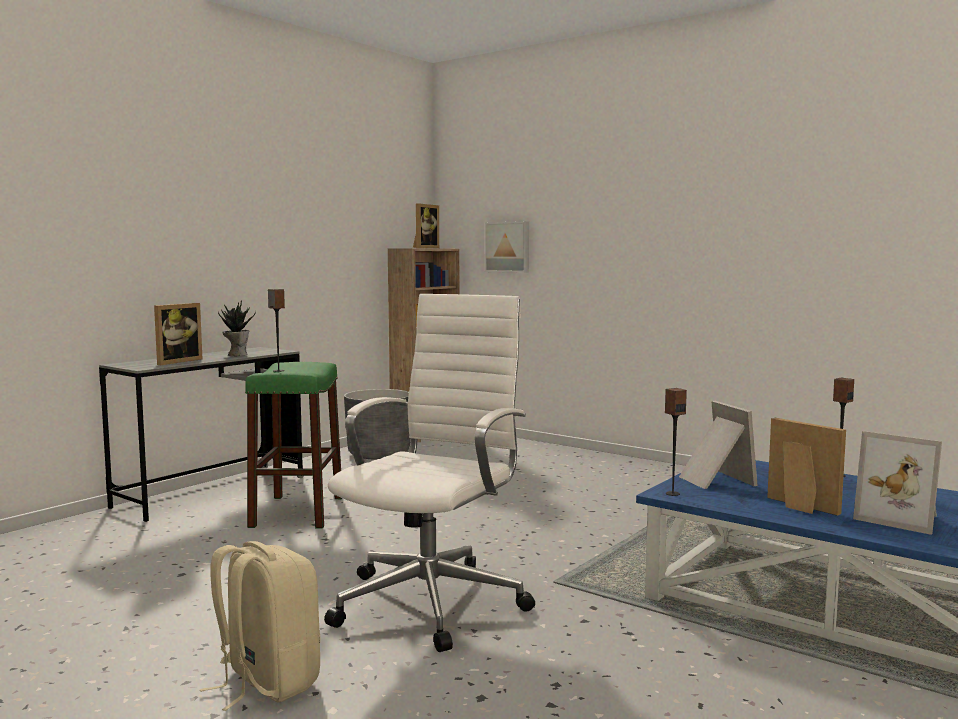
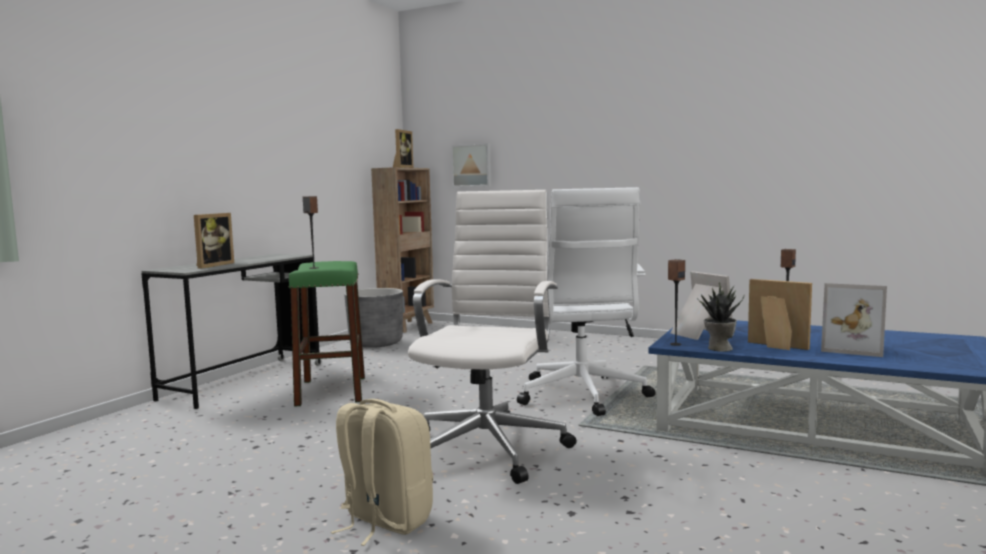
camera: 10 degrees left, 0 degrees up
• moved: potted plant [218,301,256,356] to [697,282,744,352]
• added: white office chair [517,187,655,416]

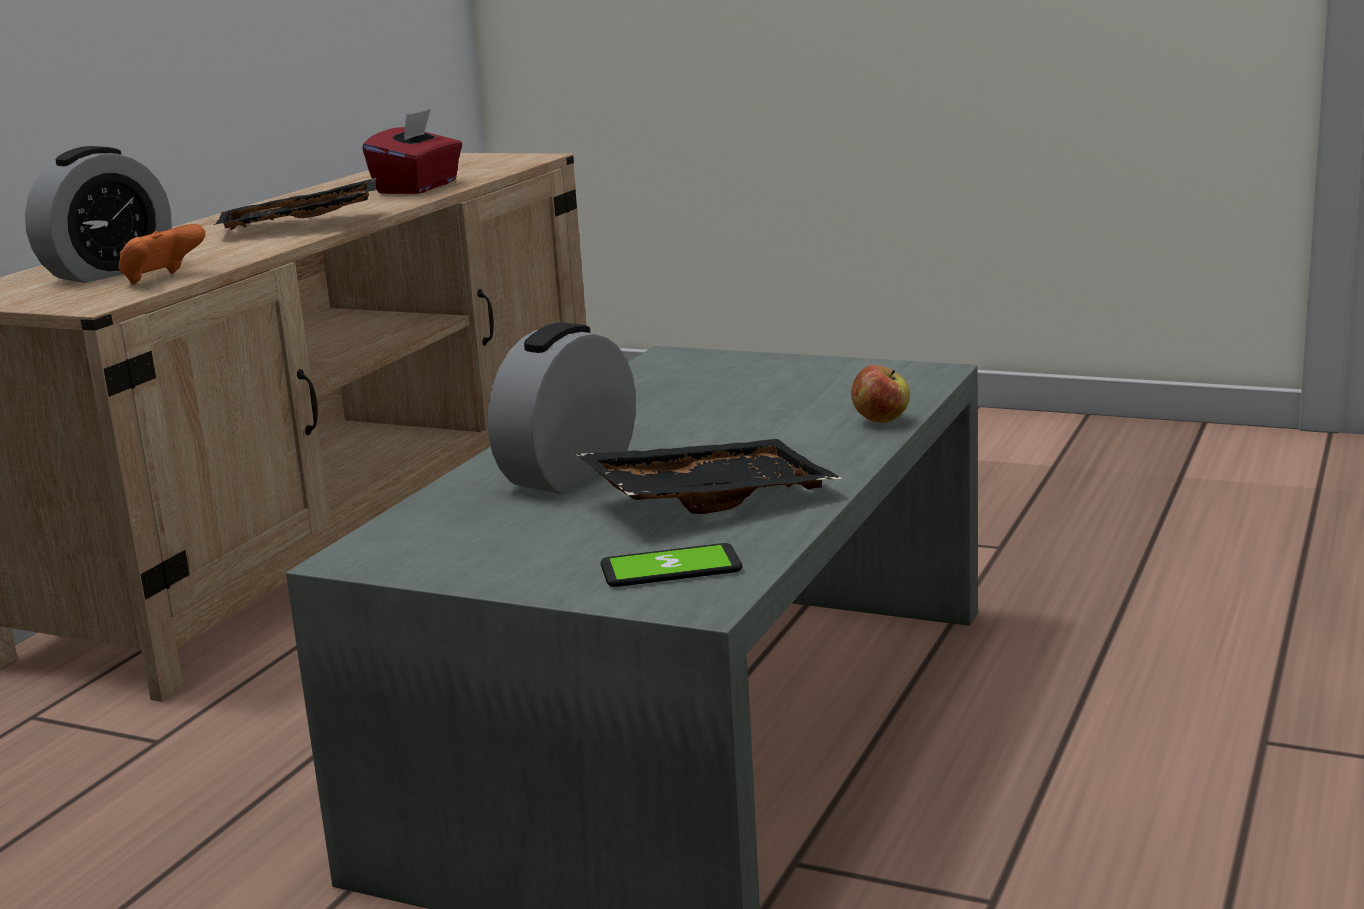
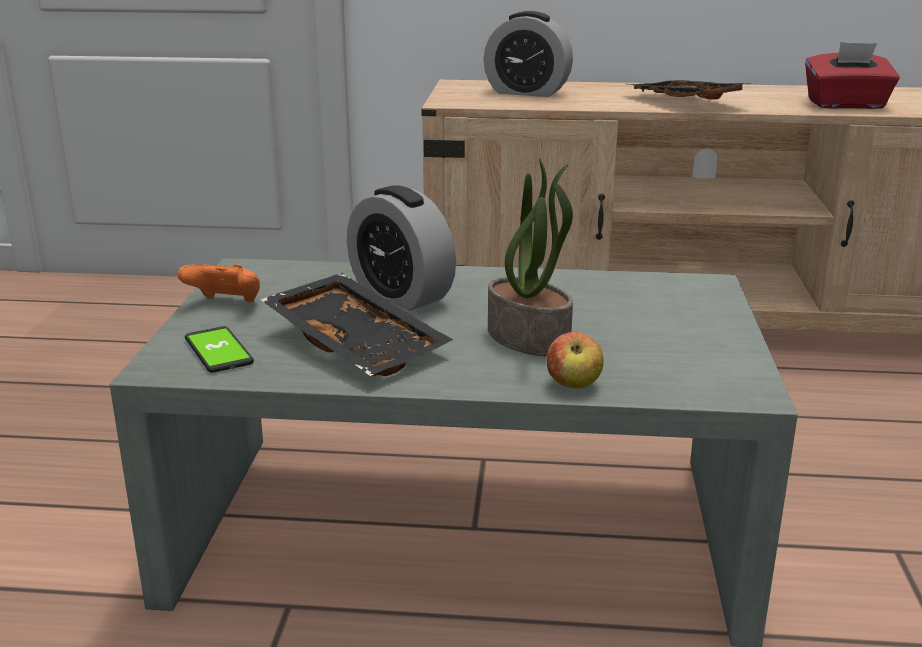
camera: 70 degrees right, 5 degrees up
• moved: orange game controller [119,224,206,284] to [177,264,260,303]
• turned: alarm clock [488,322,636,494] = [347,185,456,311] 150 degrees counterclockwise
• added: potted plant [488,158,573,356]

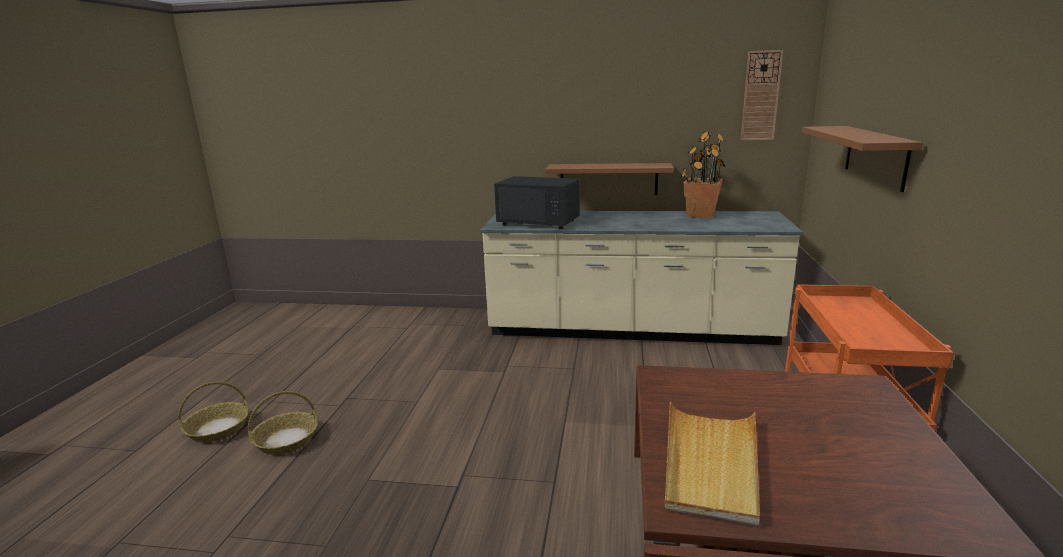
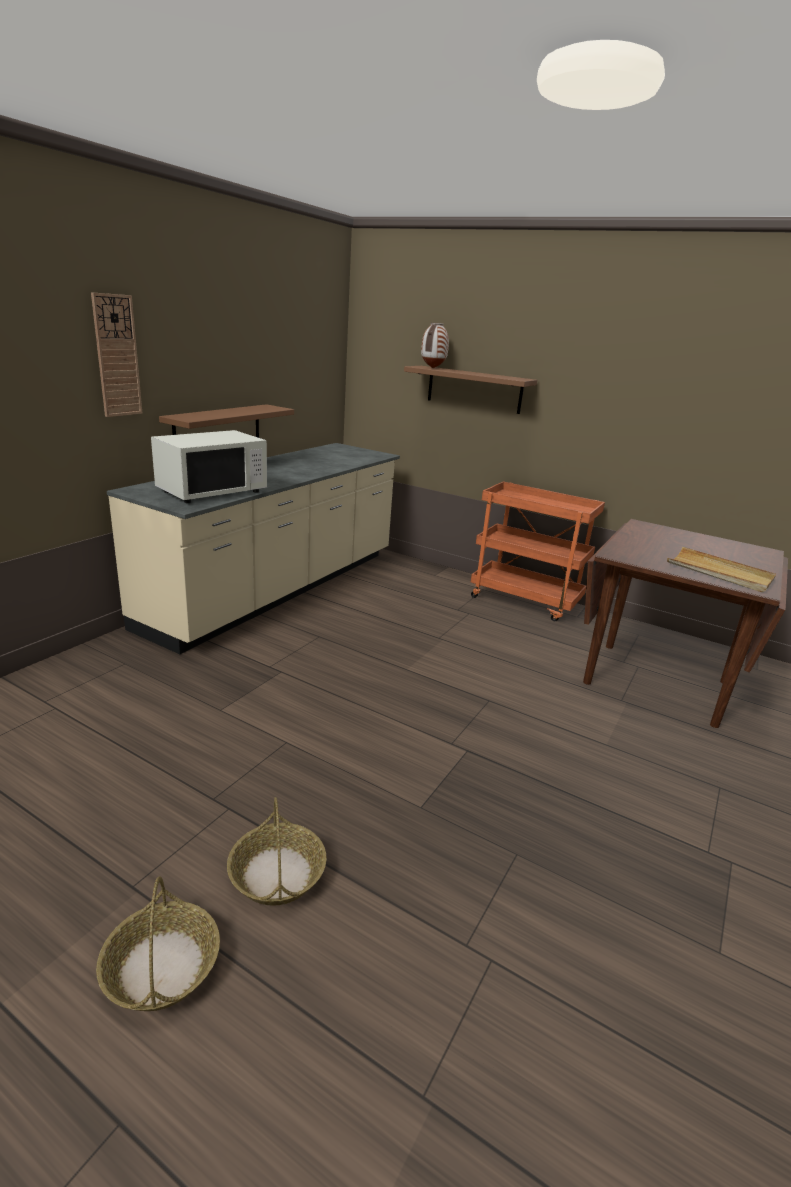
camera: 70 degrees left, 5 degrees up
• recoloured: black microwave [494,176,580,229] to white microwave [151,430,267,503]
• removed: potted plant [681,131,725,219]
• moved: wall clock [741,50,783,140] to [91,292,142,417]
• added: vase [421,323,449,368]

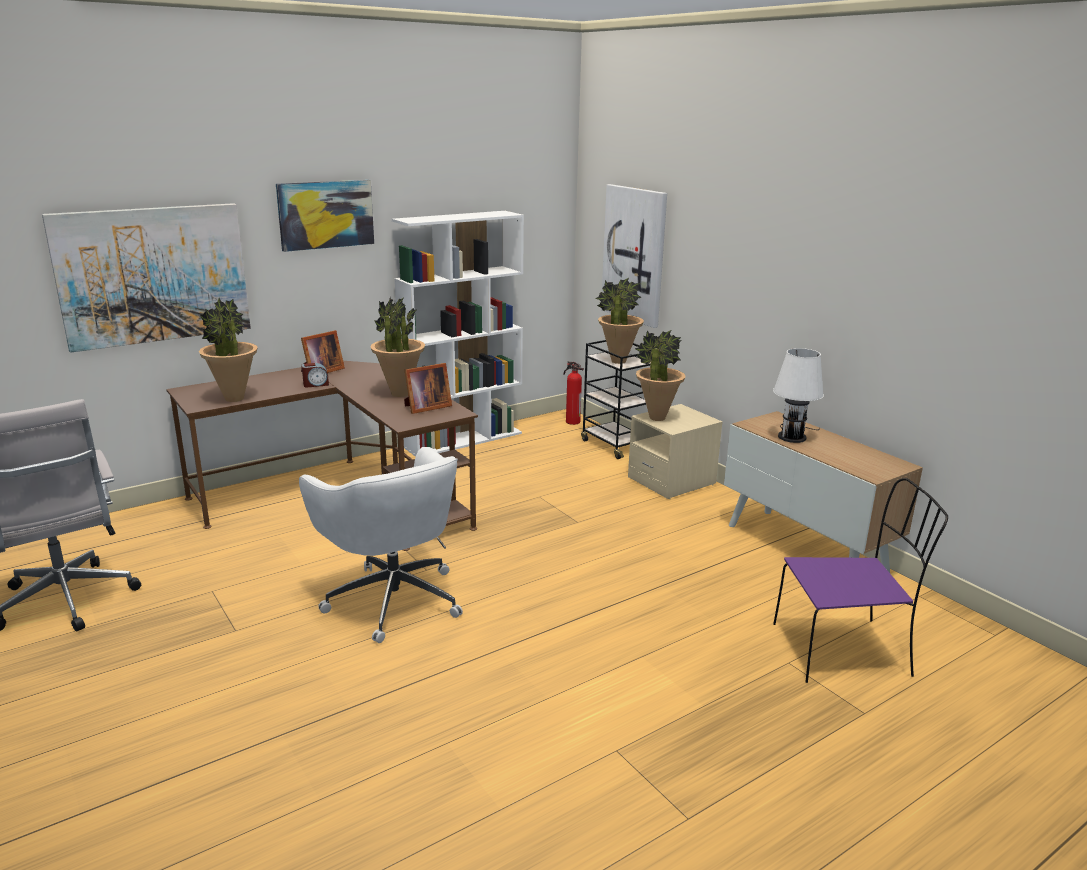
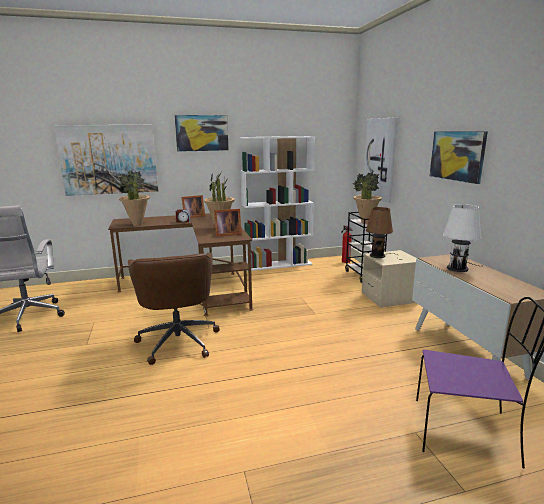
camera: 20 degrees right, 5 degrees down
• recoloured: white office chair [299,447,463,643] to brown office chair [128,252,220,365]
• replaced: potted plant [635,330,686,421] to brown table lamp [366,207,399,260]
• added: picture [430,131,488,184]

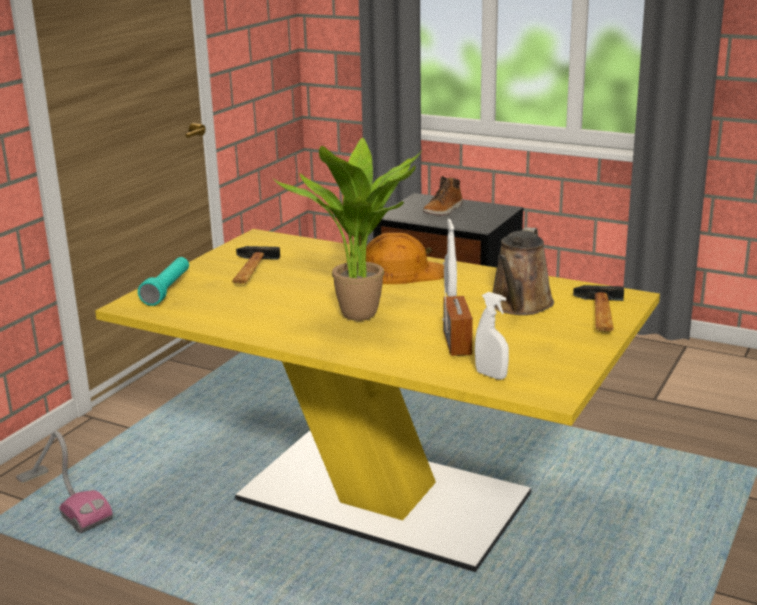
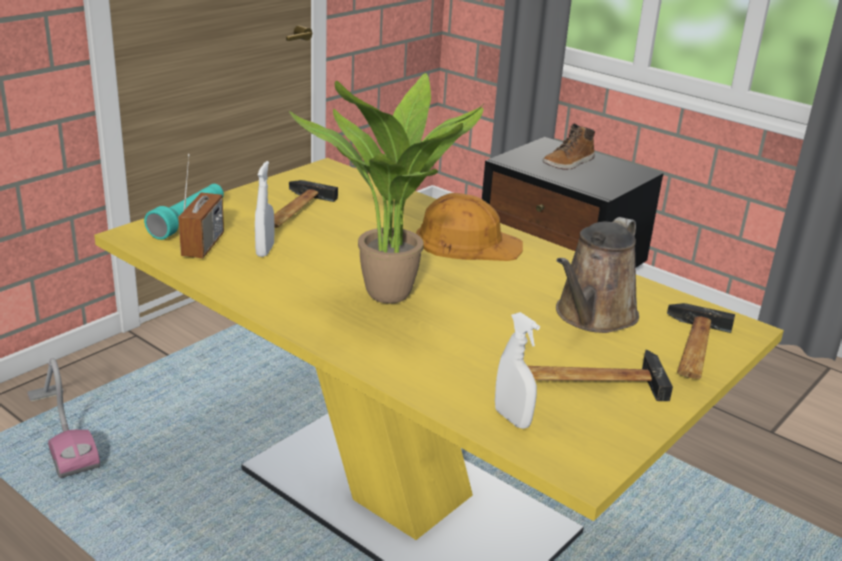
camera: 10 degrees right, 5 degrees up
• moved: radio [443,262,473,356] to [178,154,224,258]
• moved: white spray bottle [444,219,457,297] to [255,161,274,257]
• added: hammer [528,350,673,401]

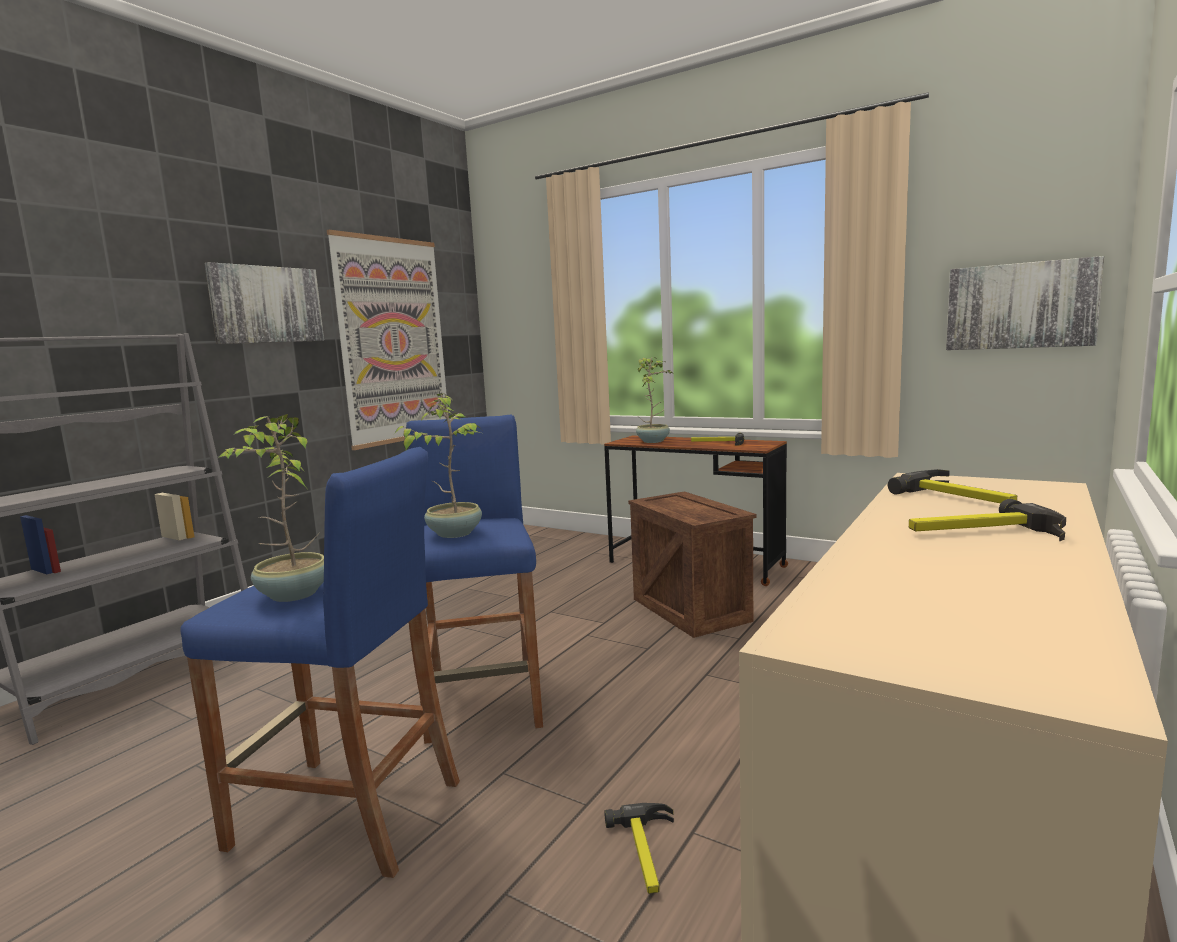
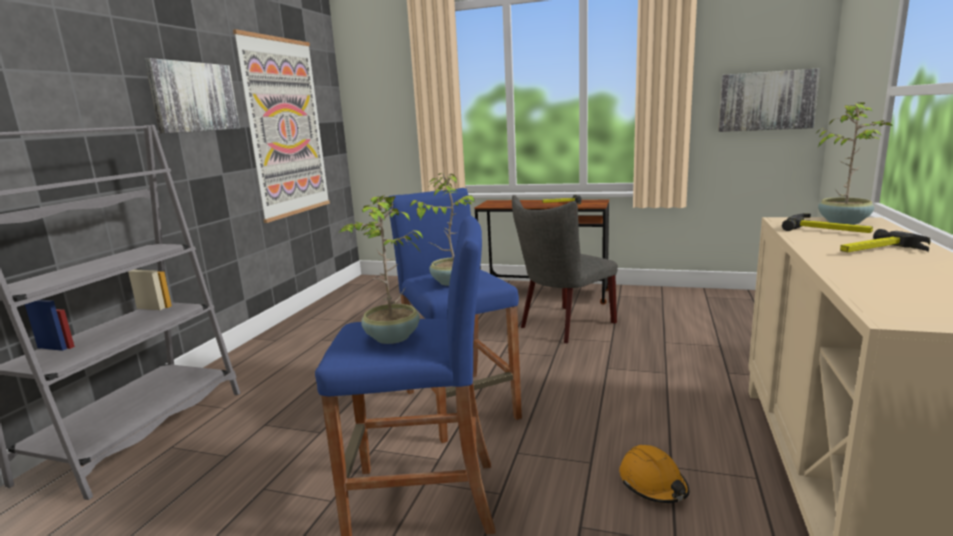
camera: 15 degrees left, 5 degrees up
• replaced: hammer [604,803,674,894] to orange hard hat [619,445,690,503]
• replaced: crate [628,491,756,638] to grey chair [512,195,618,343]
• moved: potted plant [636,357,674,443] to [816,102,892,225]

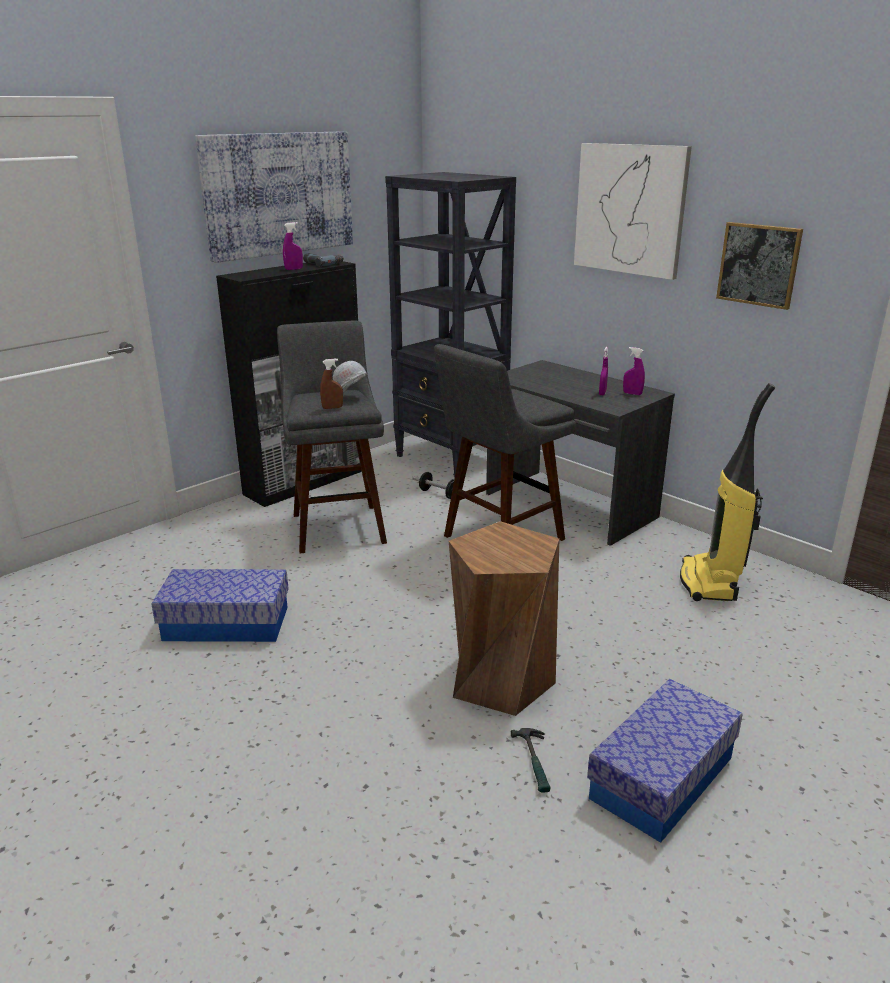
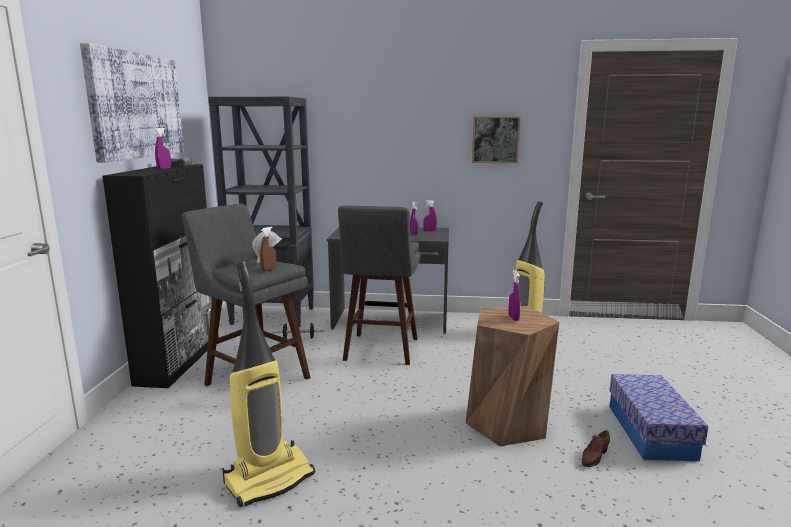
camera: 40 degrees left, 10 degrees down
• replaced: storage box [151,569,289,642] to vacuum cleaner [222,261,315,507]
• replaced: hammer [511,728,550,792] to brown shoe [582,430,610,467]
• removed: picture [574,143,692,280]
• added: purple spray bottle [508,270,521,321]

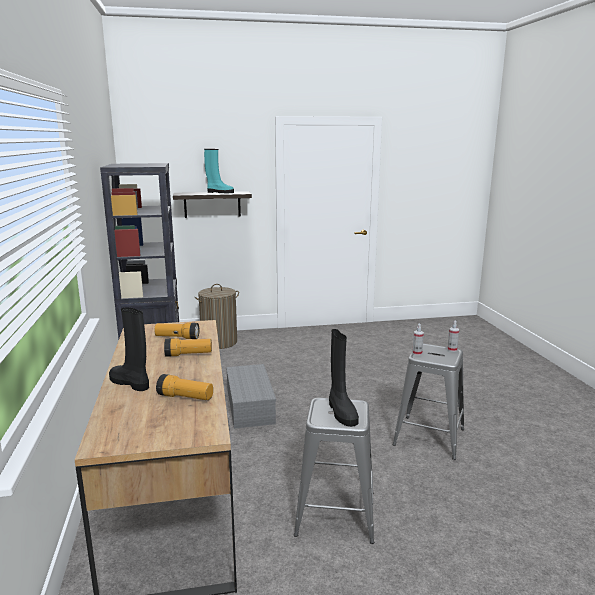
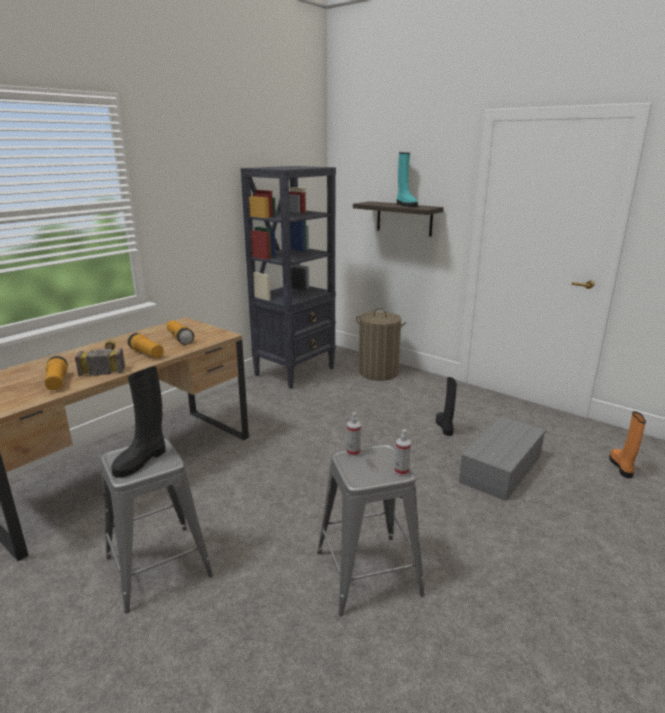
camera: 50 degrees right, 5 degrees up
• moved: black boot [109,307,149,391] to [436,377,457,436]
• moved: grey storage box [226,364,276,429] to [459,416,546,501]
• added: hammer [75,340,125,377]
• added: orange boot [609,411,646,478]

